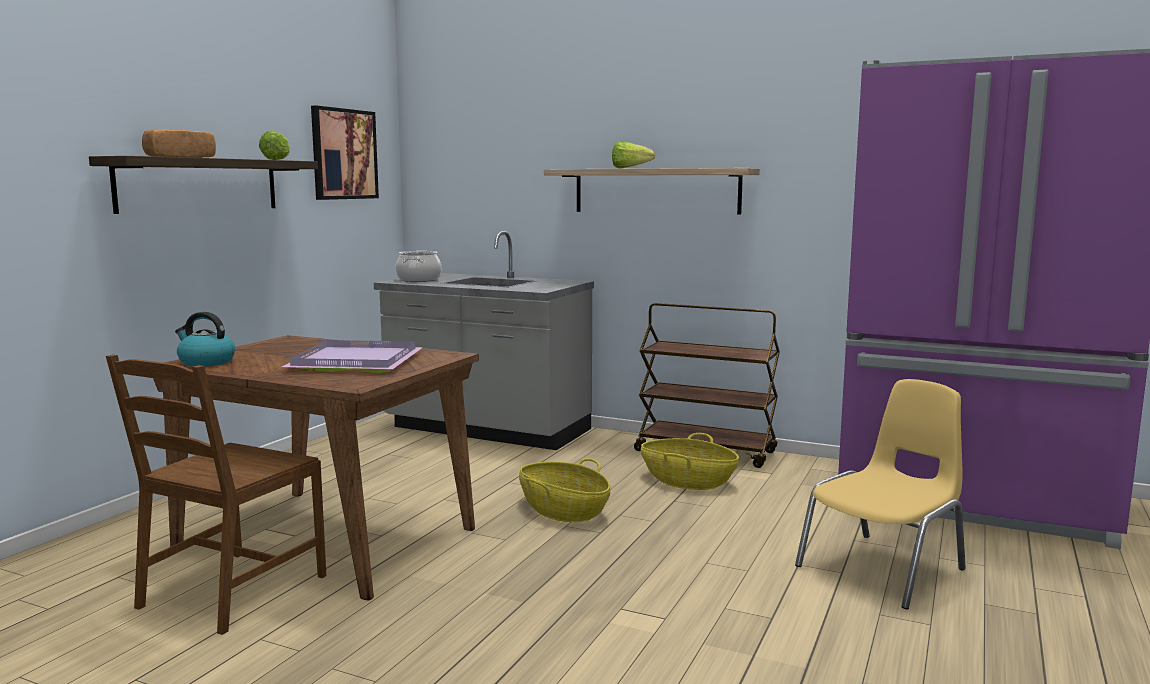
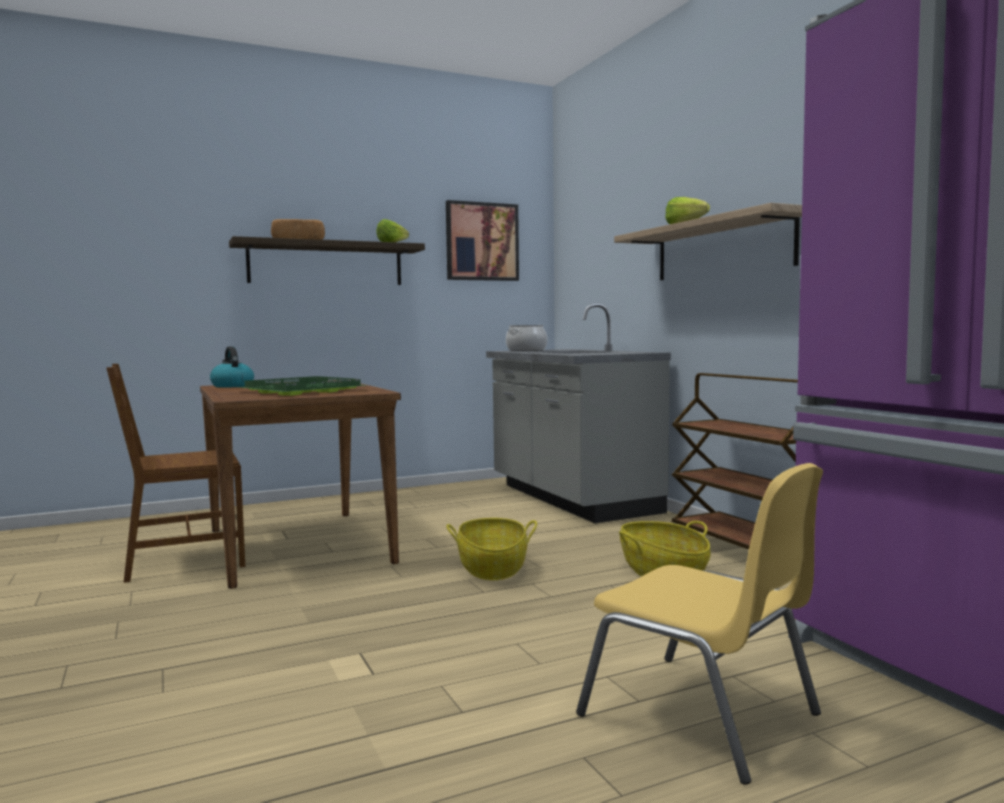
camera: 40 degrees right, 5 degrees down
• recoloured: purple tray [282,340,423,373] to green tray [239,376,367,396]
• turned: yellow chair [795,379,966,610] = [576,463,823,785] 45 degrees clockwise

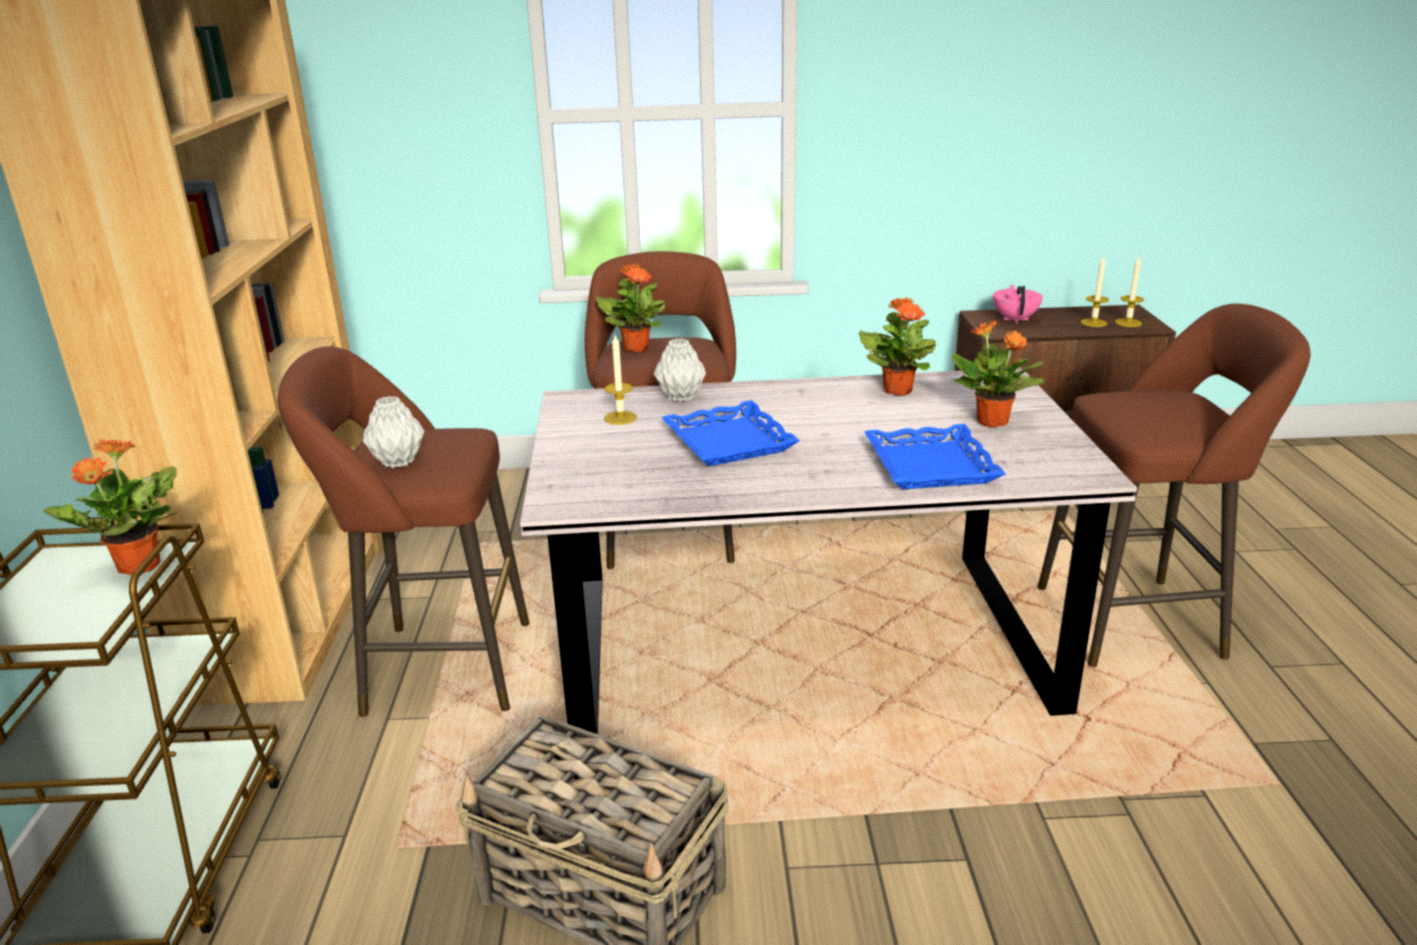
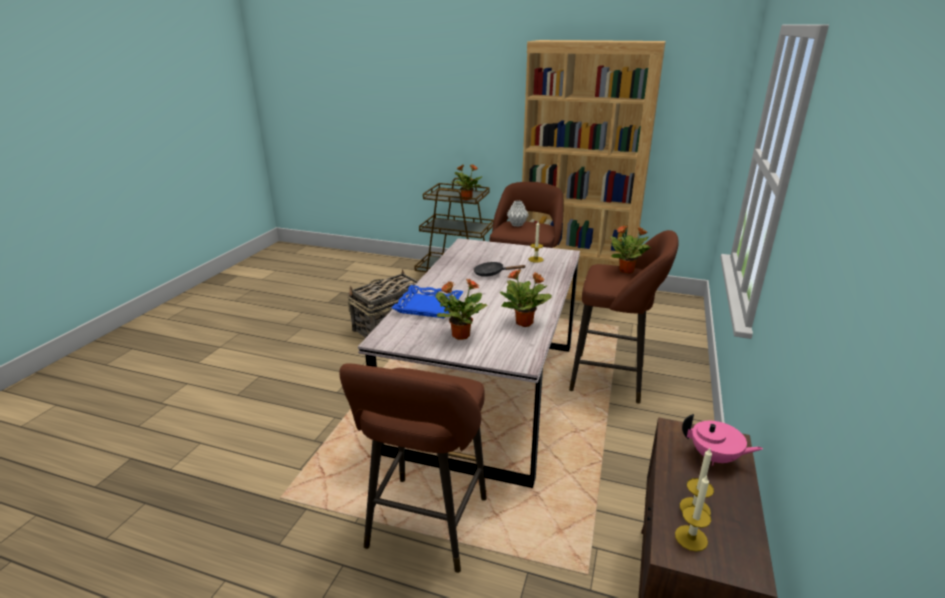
camera: 110 degrees right, 0 degrees up
• removed: grey vase [654,338,706,402]
• replaced: blue tray [661,400,800,466] to black frying pan [473,262,525,277]

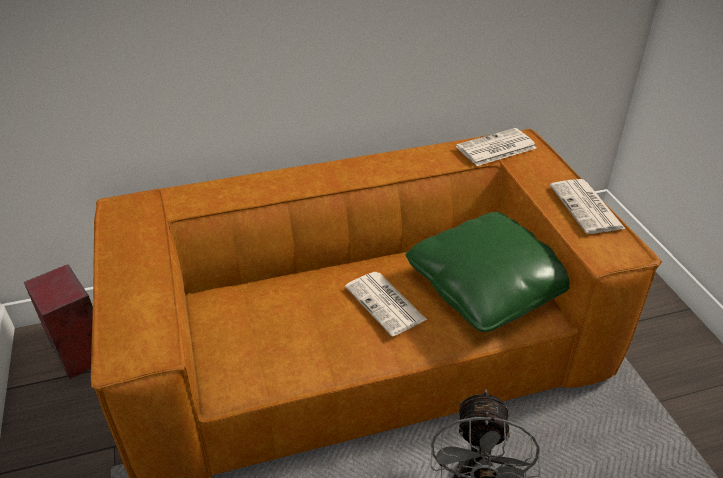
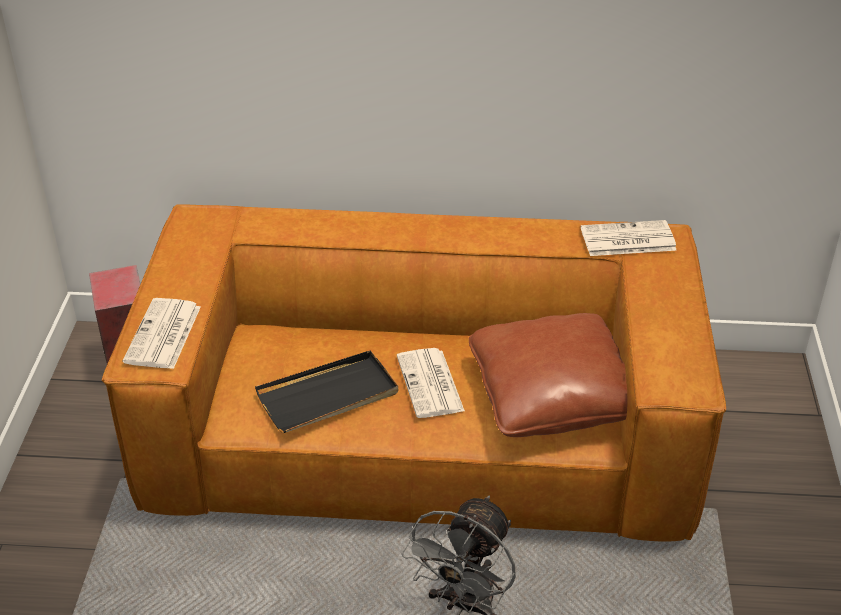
camera: 20 degrees right, 0 degrees up
• recoloured: green pillow [406,212,570,332] to brown pillow [469,313,627,437]
• moved: newspaper [550,179,626,234] to [123,298,201,369]
• added: black tray [255,351,398,433]

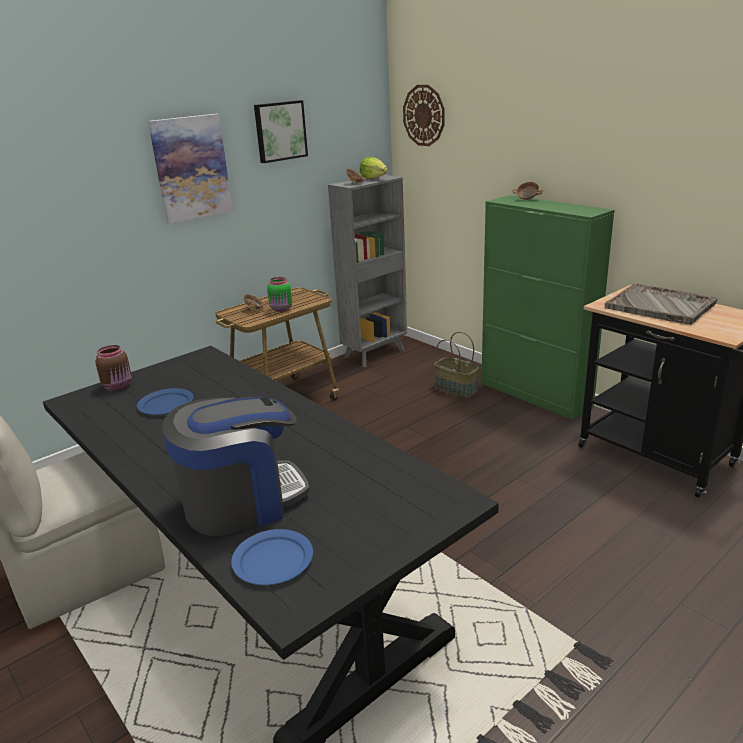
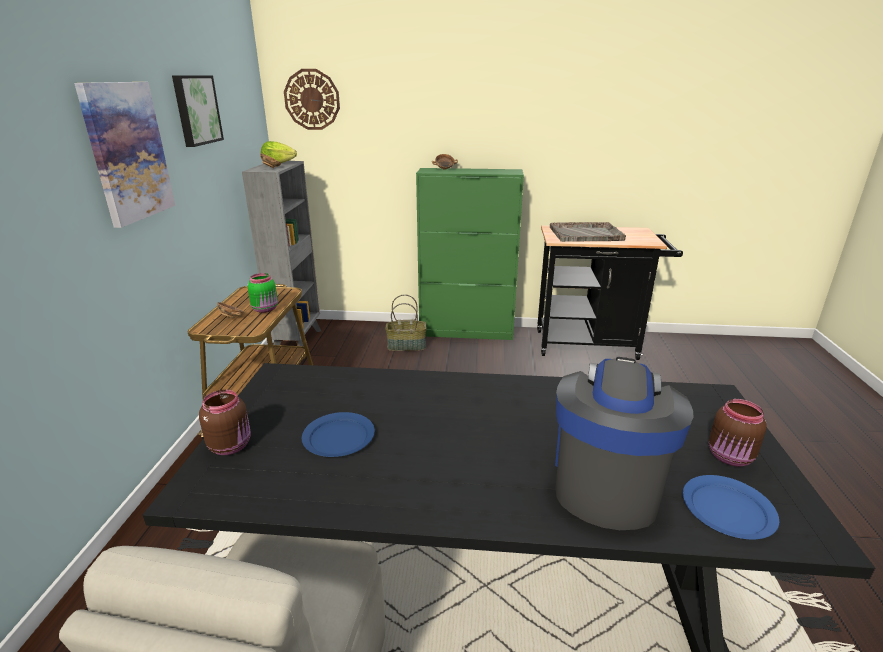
camera: 45 degrees left, 0 degrees up
• added: brown jar [709,399,766,467]

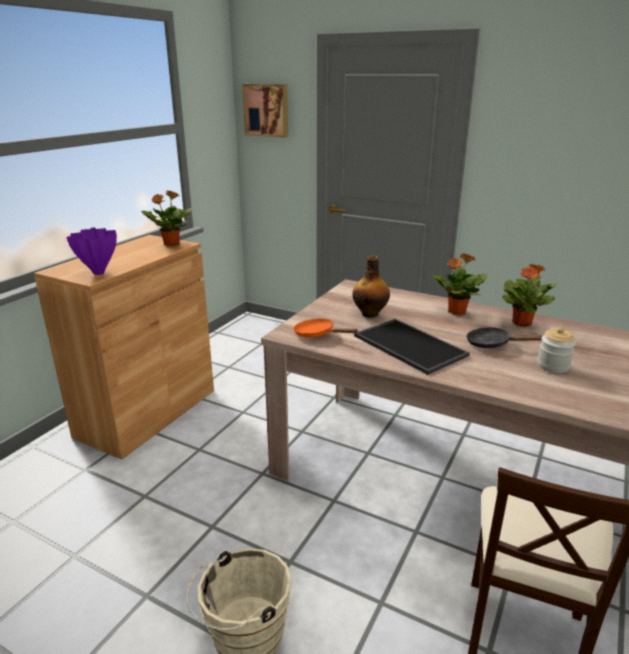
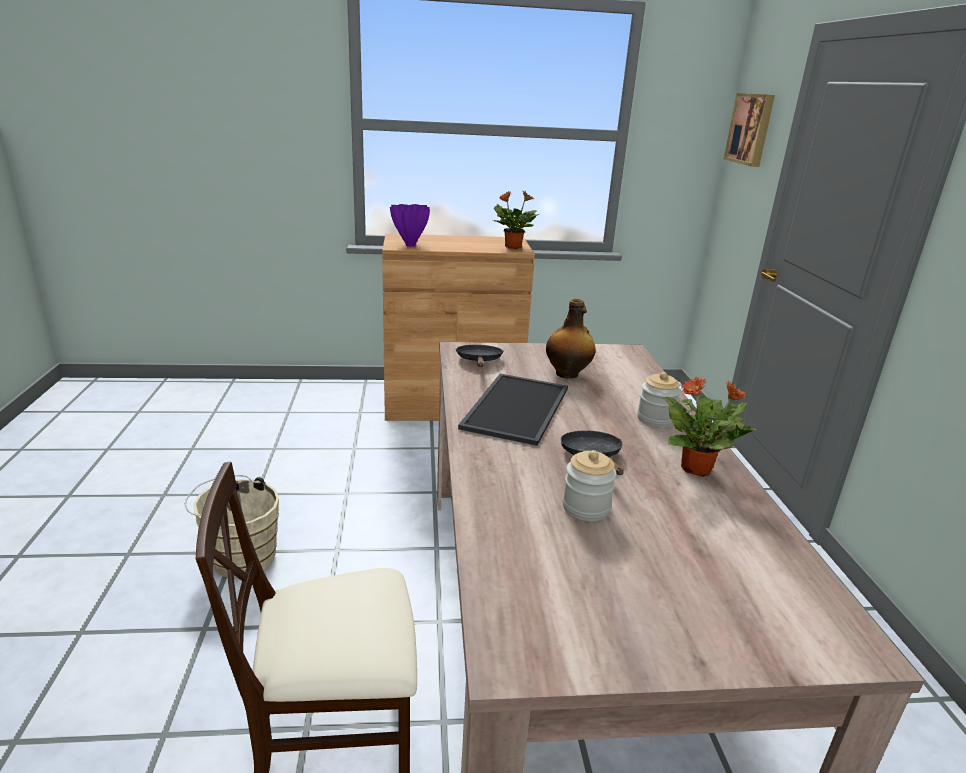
camera: 55 degrees right, 0 degrees up
• recoloured: orange frying pan [293,319,358,337] to black frying pan [456,345,504,367]
• replaced: potted plant [432,253,488,315] to jar [637,372,681,427]

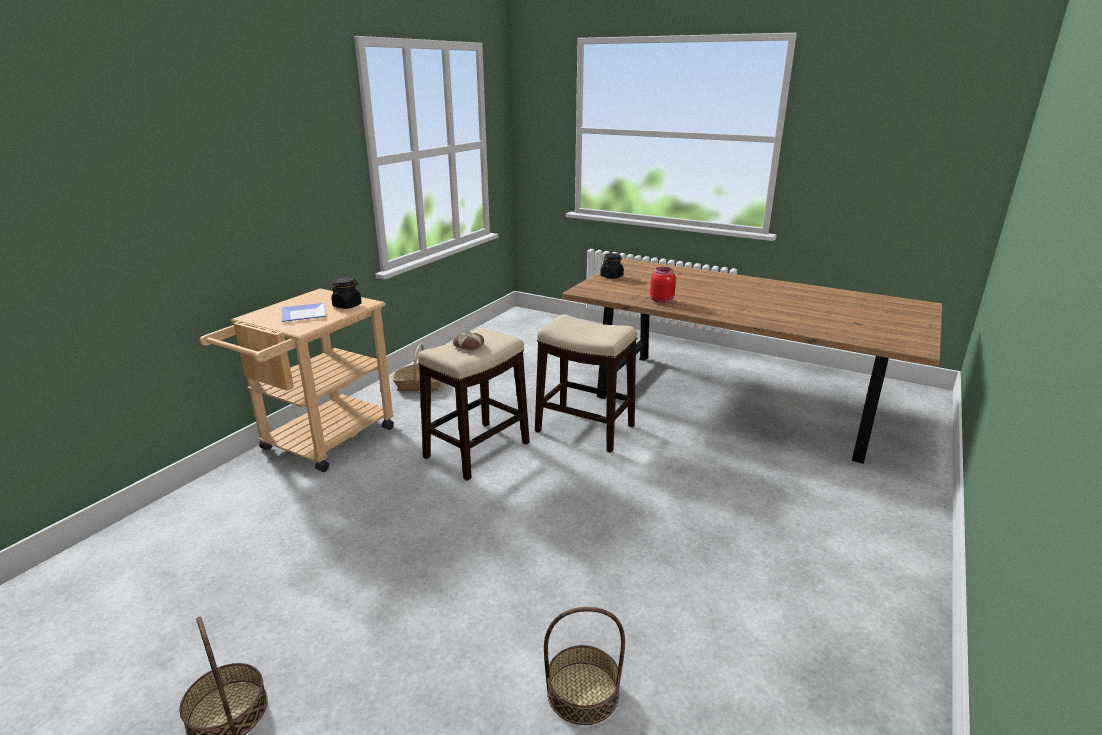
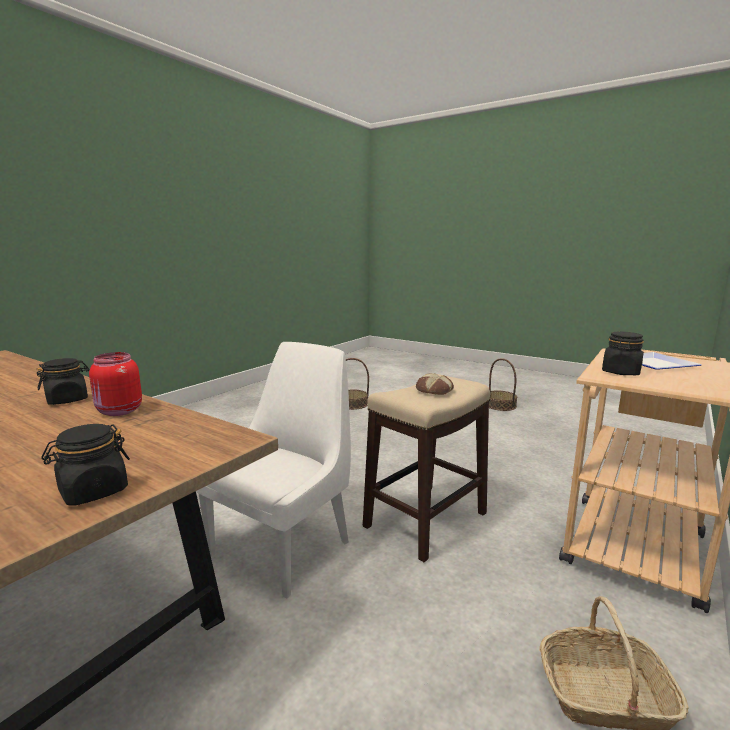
camera: 175 degrees left, 10 degrees down
• replaced: stool [535,314,637,453] to white chair [196,342,351,599]
• added: black jar [36,358,89,405]

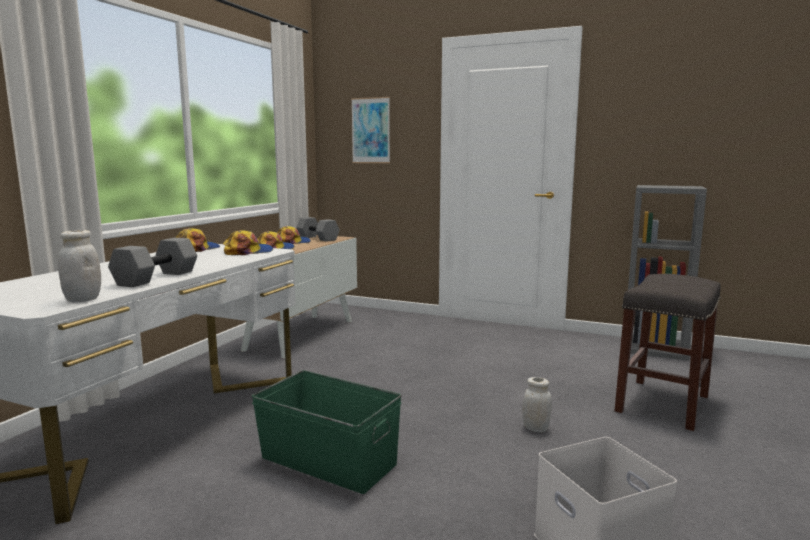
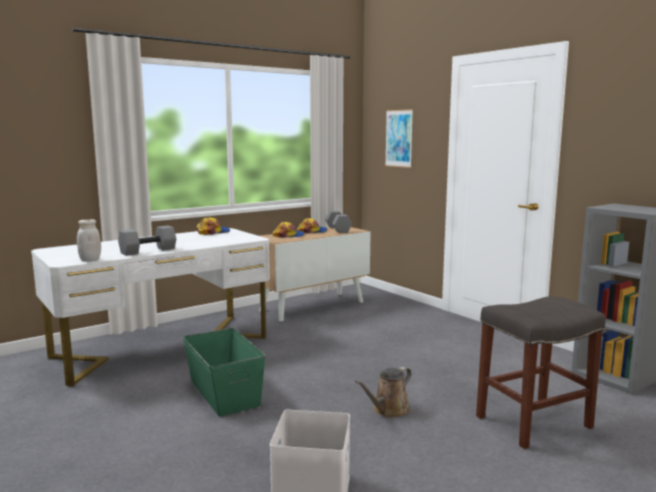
camera: 30 degrees right, 0 degrees up
• removed: cap [223,230,273,255]
• replaced: white jar [523,377,552,433] to brown watering can [355,367,412,418]

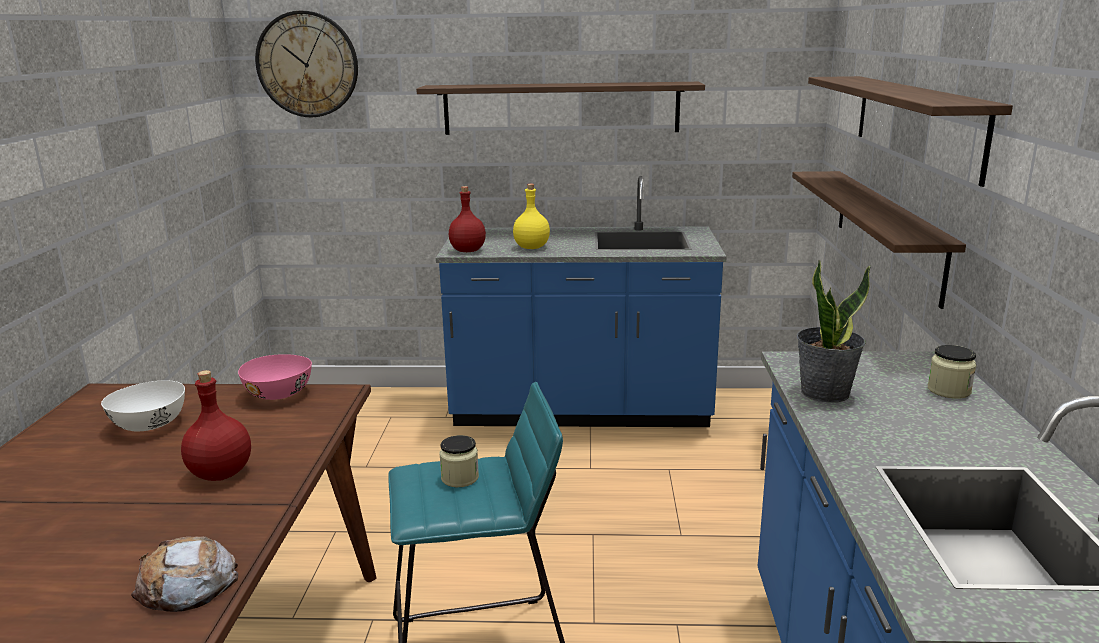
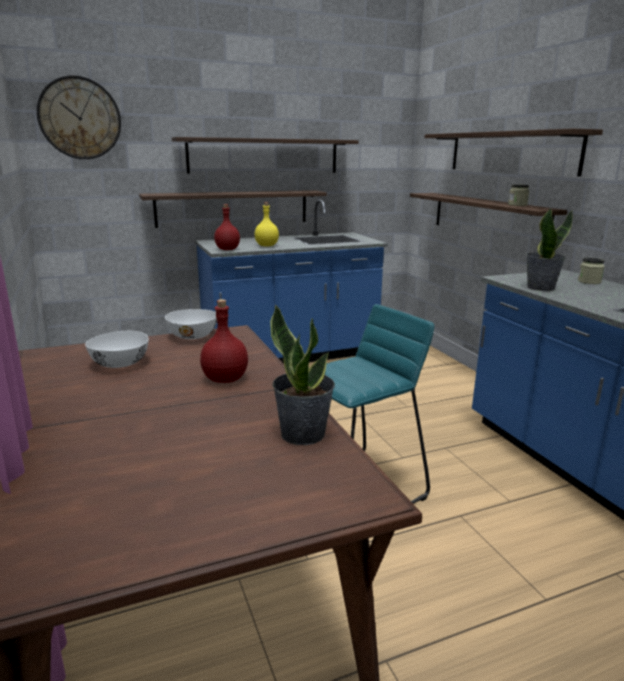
camera: 25 degrees left, 0 degrees up
• replaced: bread [131,536,238,612] to potted plant [270,304,335,445]
• recoloured: pink bowl [238,354,312,400] to white bowl [165,309,217,339]
• moved: jar [439,435,479,487] to [508,184,529,206]
• added: shelf [139,190,327,228]

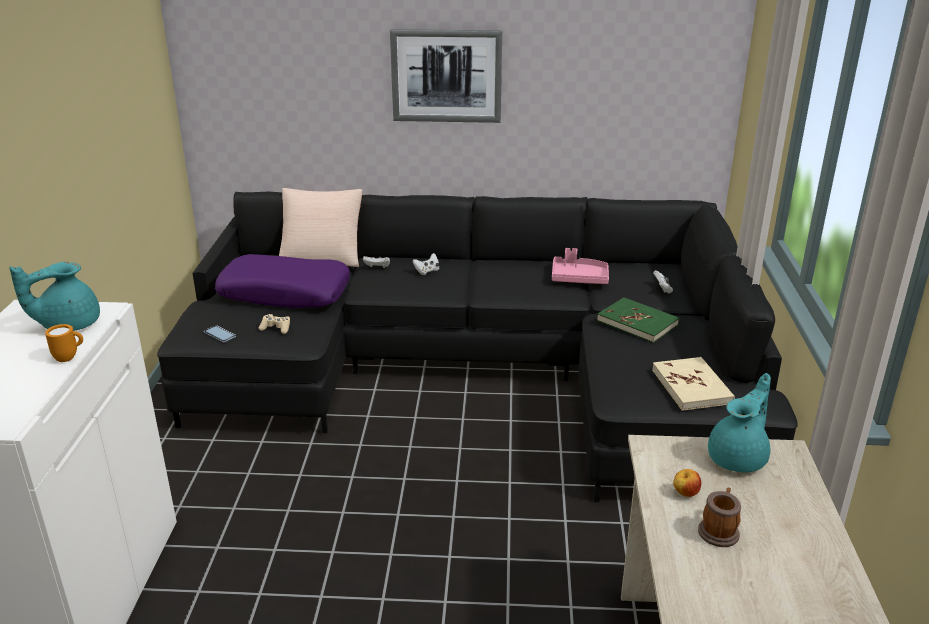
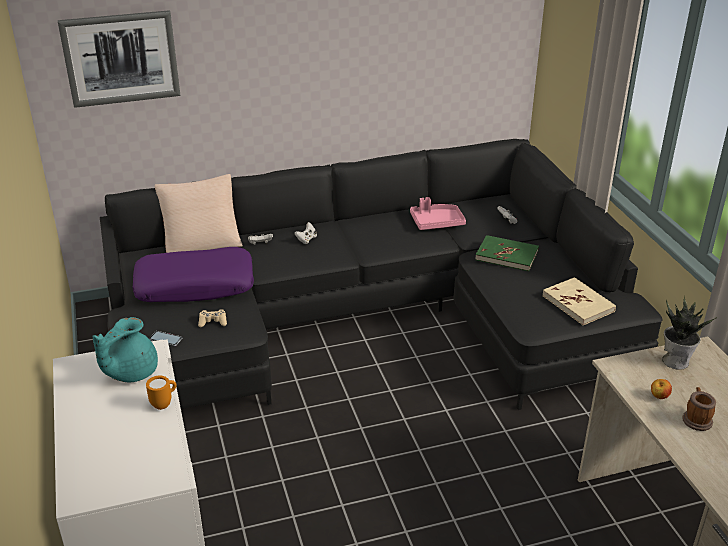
camera: 20 degrees left, 5 degrees up
• moved: picture [390,29,502,123] to [58,10,180,108]
• replaced: turquoise teapot [708,373,771,472] to potted plant [662,297,717,370]

